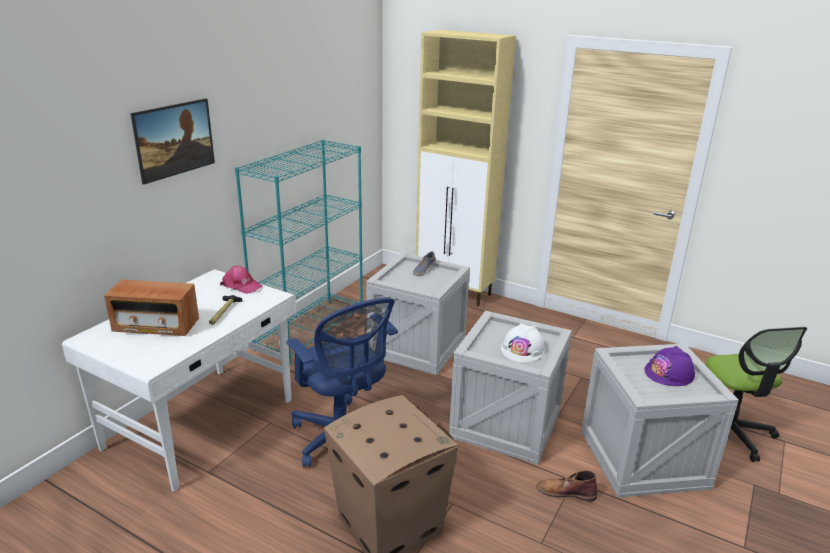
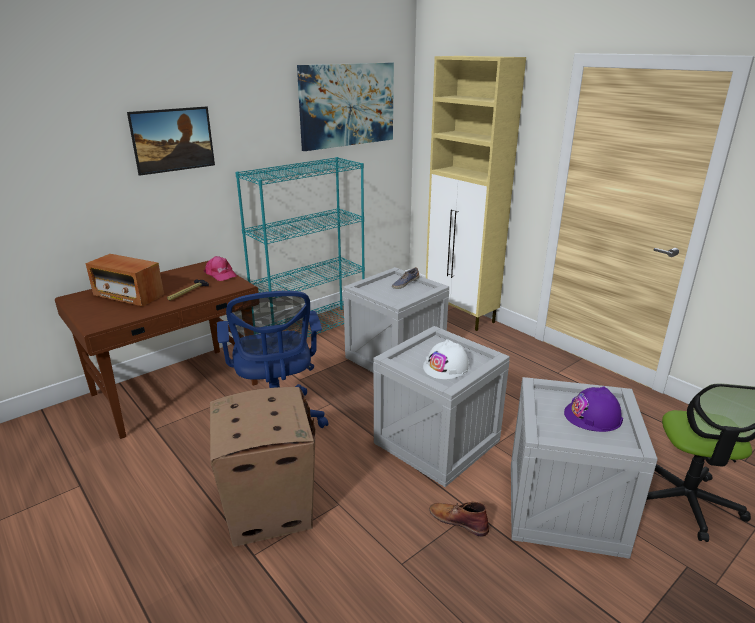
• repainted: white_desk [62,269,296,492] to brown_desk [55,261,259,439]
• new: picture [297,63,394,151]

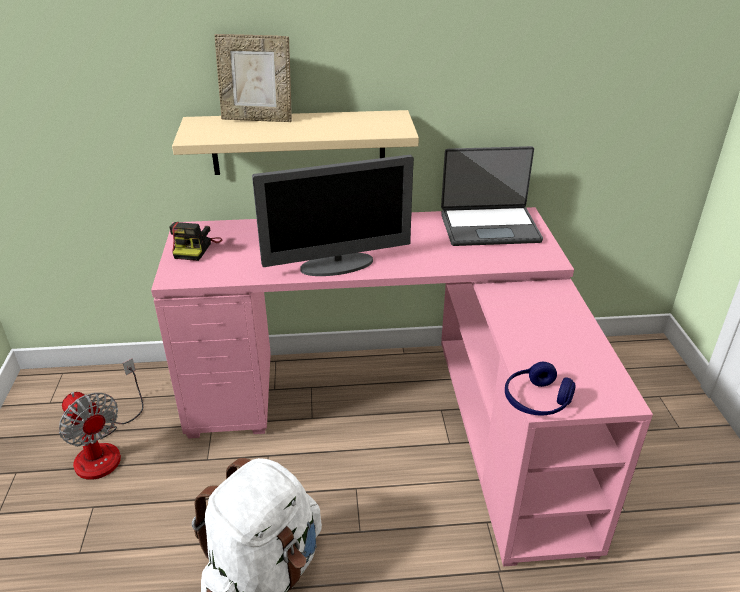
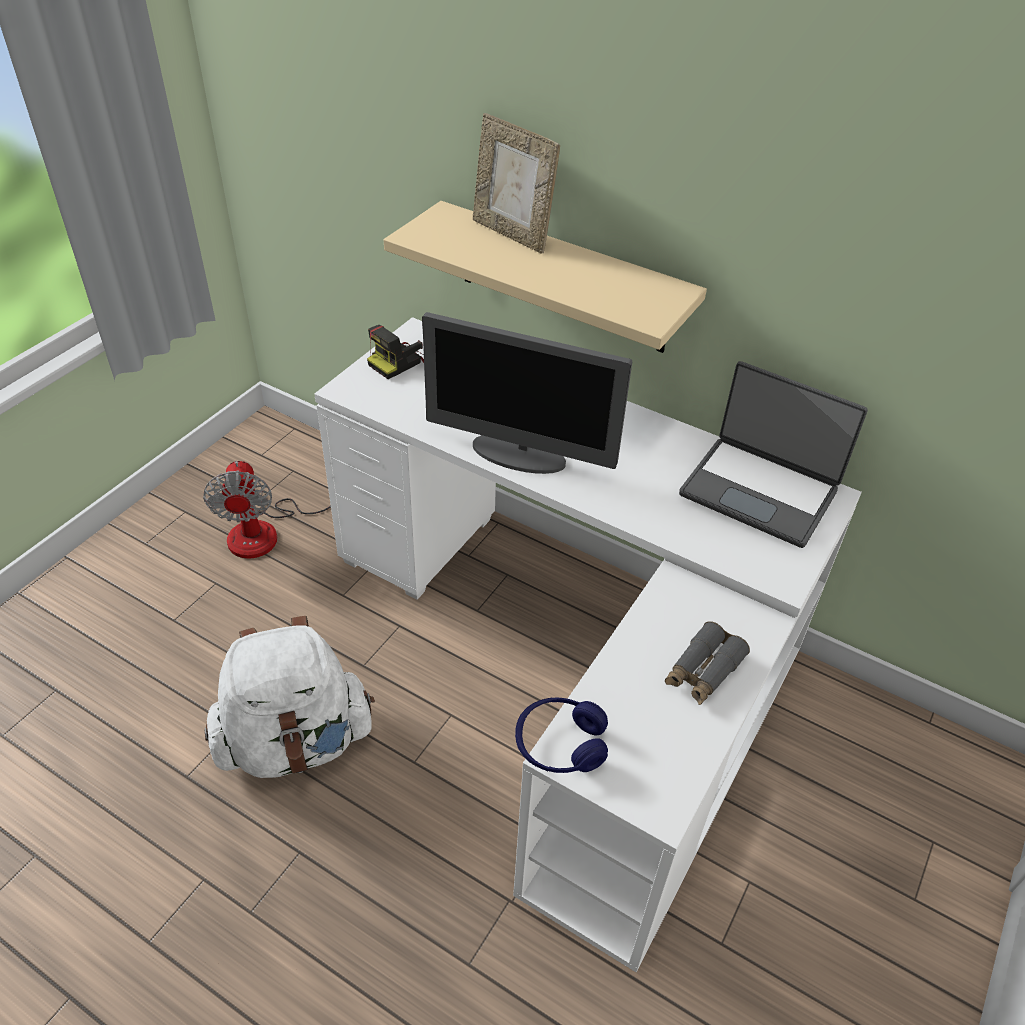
• repainted: pink_desk [151,207,653,567] to white_desk [314,317,862,972]
• new: grey_binoculars [665,621,750,705]

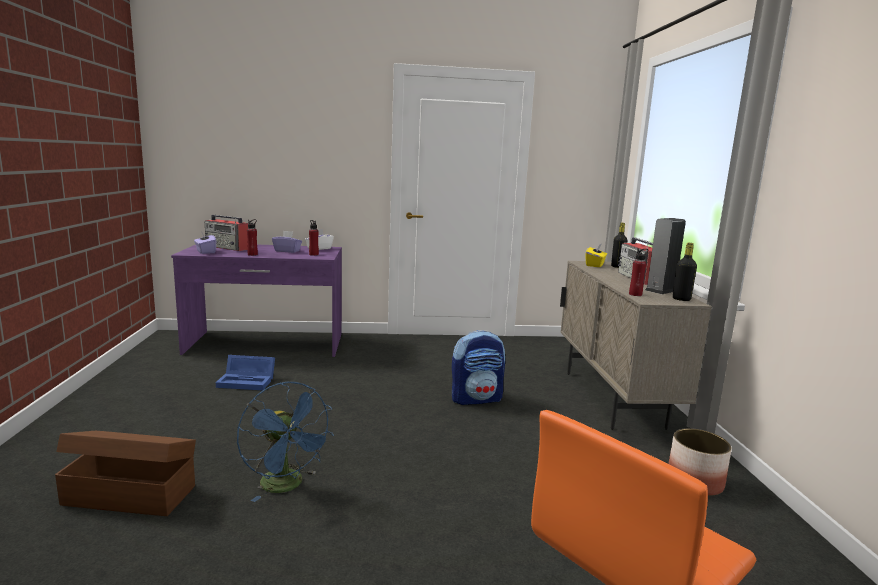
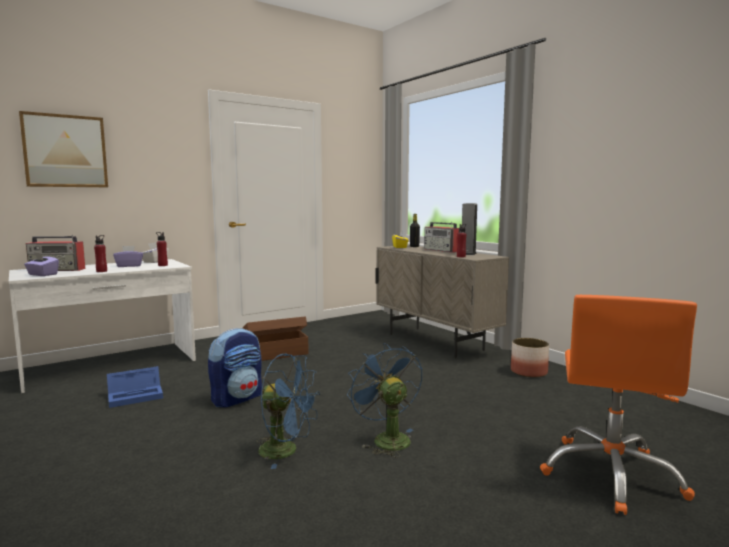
• repainted: purple_desk [171,244,342,357] to white_desk [9,259,196,393]
• new: picture [19,111,108,187]
• shifted: backpack [452,330,505,405] to [208,328,262,408]
• shifted: brown_storage_box [55,431,196,516] to [243,317,308,361]
• new: blue_fan [347,343,422,458]
• gone: black_bottle [673,243,697,301]

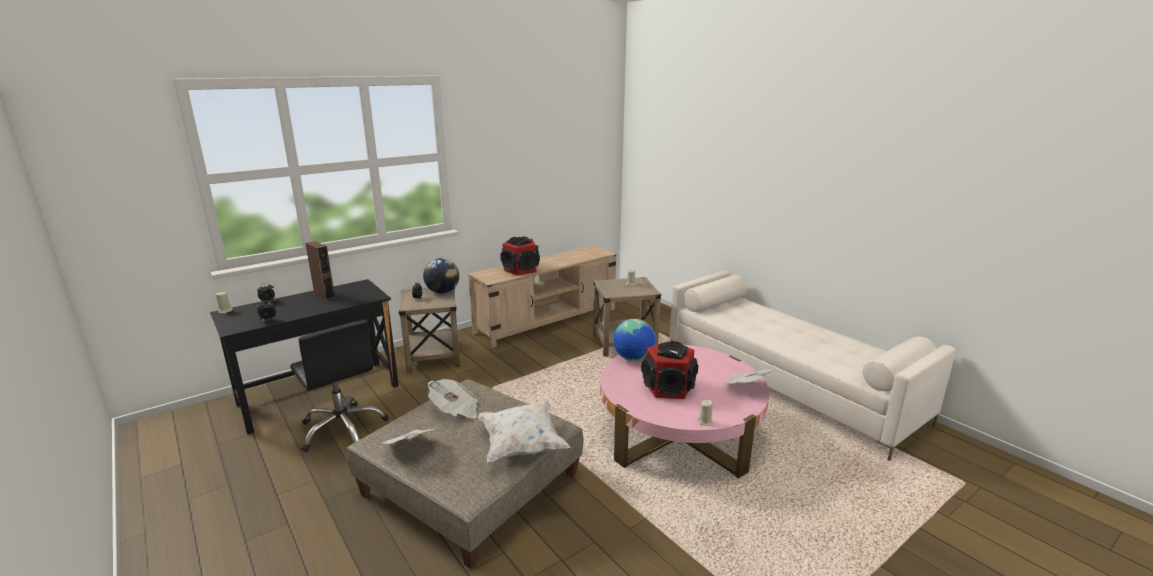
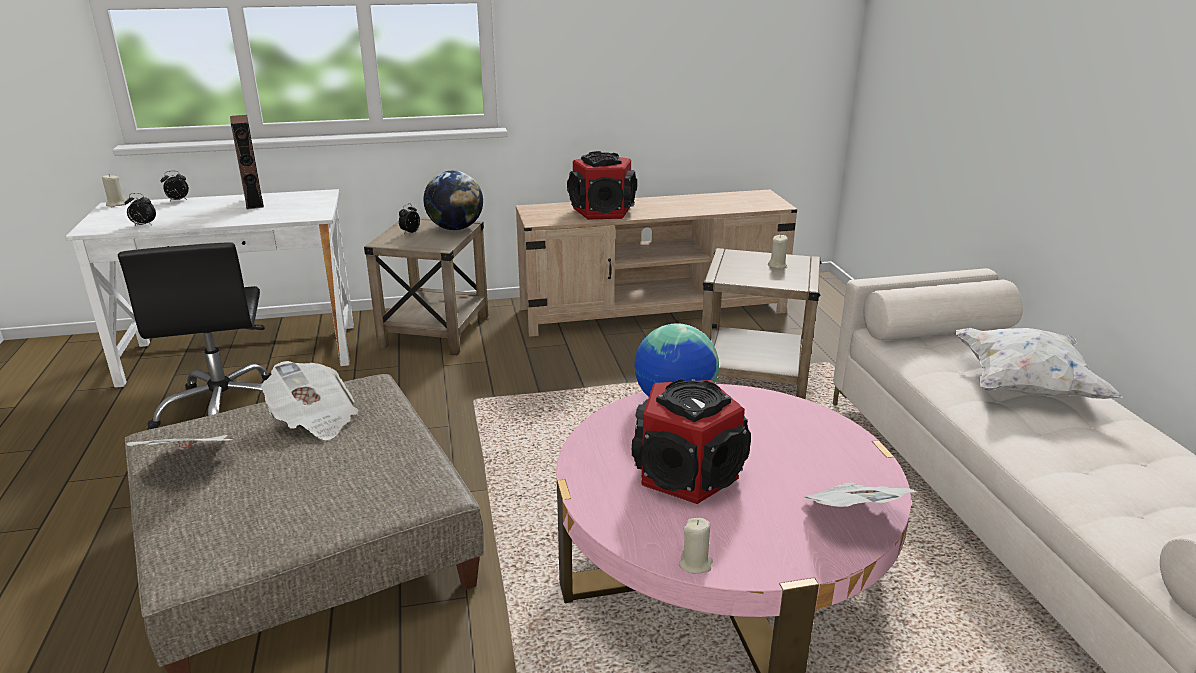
• repainted: black_desk [210,279,399,434] to white_desk [65,189,354,388]
• shifted: white_pillow [478,403,571,463] to [955,328,1122,399]

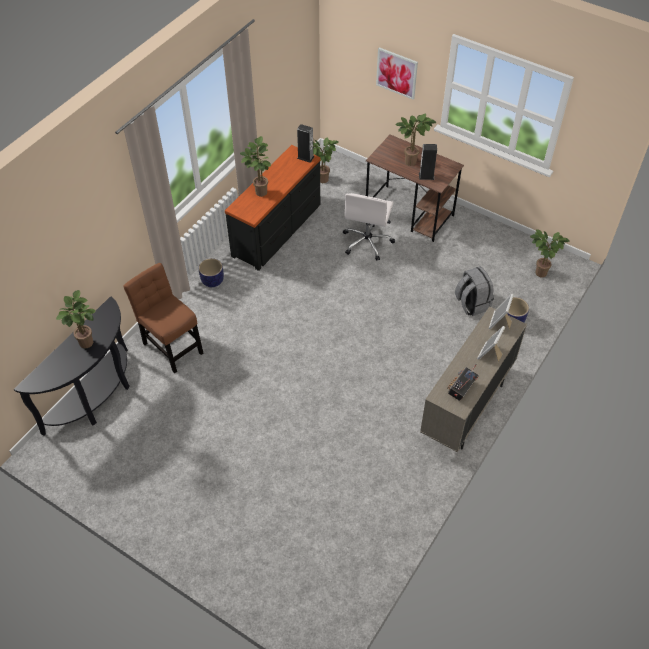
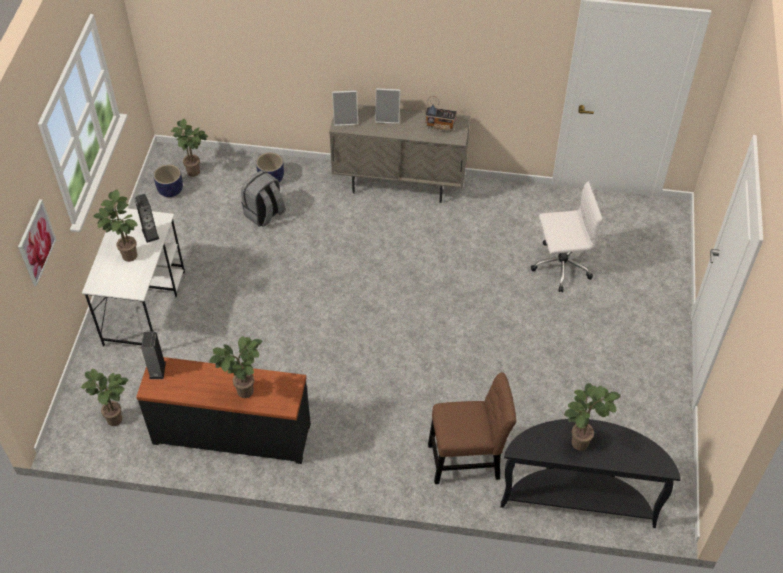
• repainted: brown_desk [366,135,464,242] to white_desk [82,207,185,347]
• shifted: planter [199,258,224,287] to [153,164,183,197]
• rotated: brown_chair [123,263,203,374] = [428,372,516,484] 120 degrees counterclockwise
• shifted: white_office_chair [343,193,395,261] to [531,181,602,292]

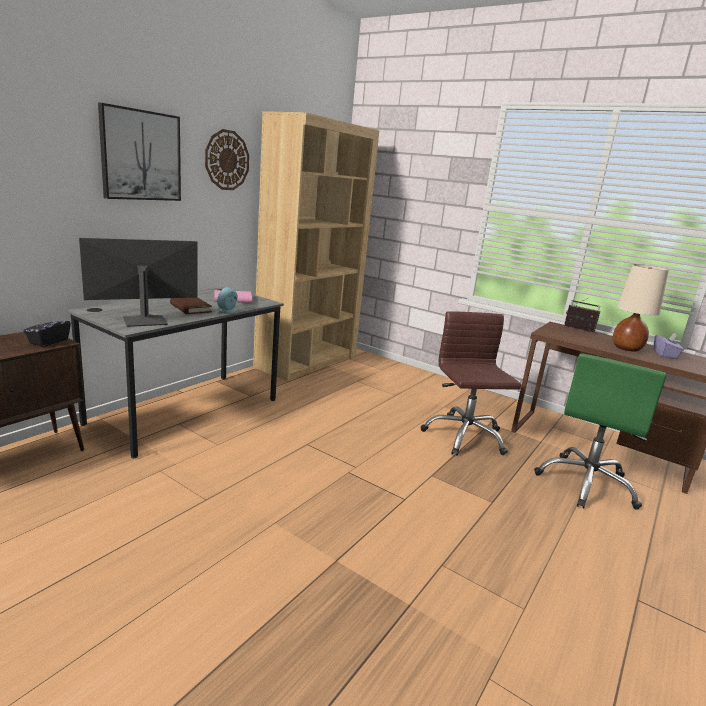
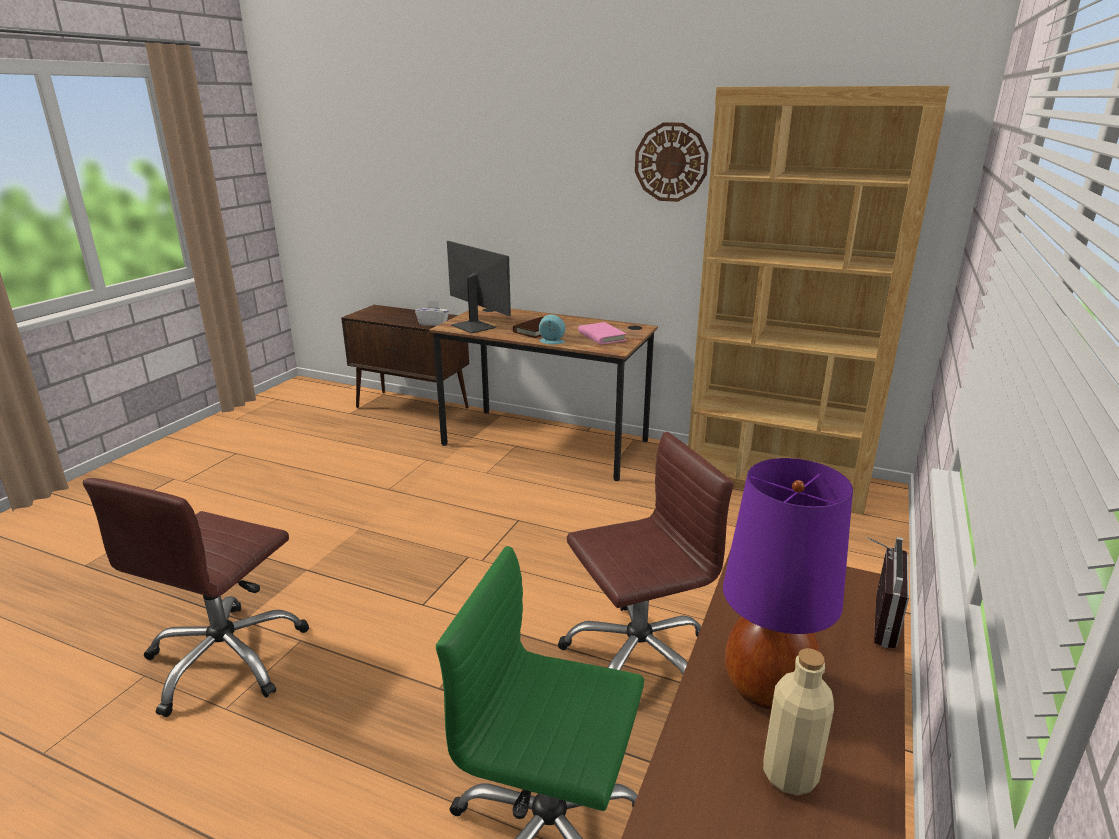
• new: brown_office_chair [83,478,309,717]
• repainted: black_tissue_box [23,312,71,347] to white_tissue_box [415,300,449,326]
• repainted: grey_desk [66,287,284,458] to brown_desk [429,305,658,481]
• repainted: beige_table_lamp [613,264,669,352] to purple_table_lamp [723,458,853,710]
• swapped: purple_tissue_box [654,333,684,359] to beige_bottle [763,648,834,795]
• gone: picture [98,103,181,201]

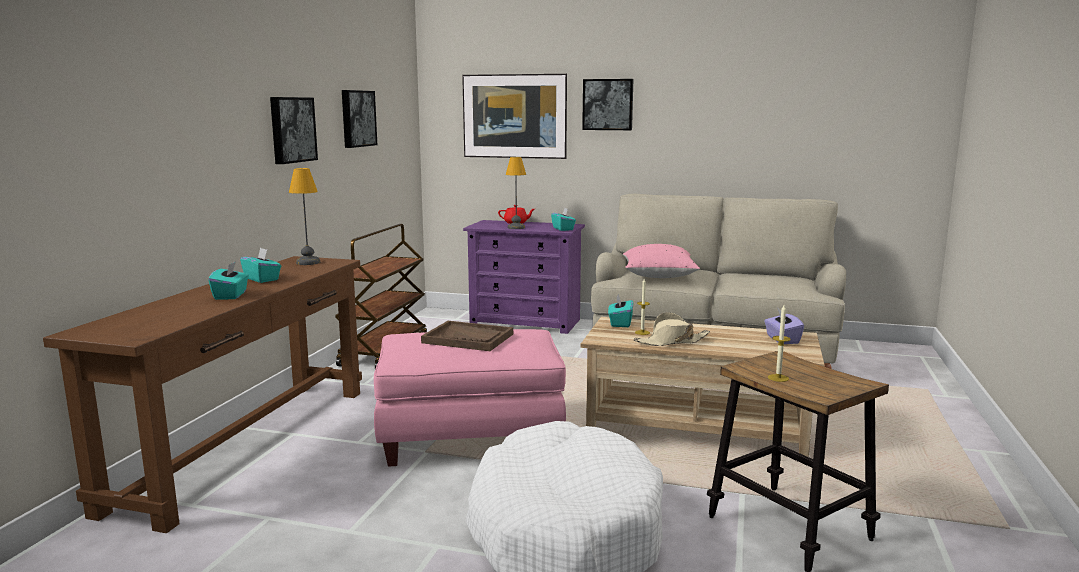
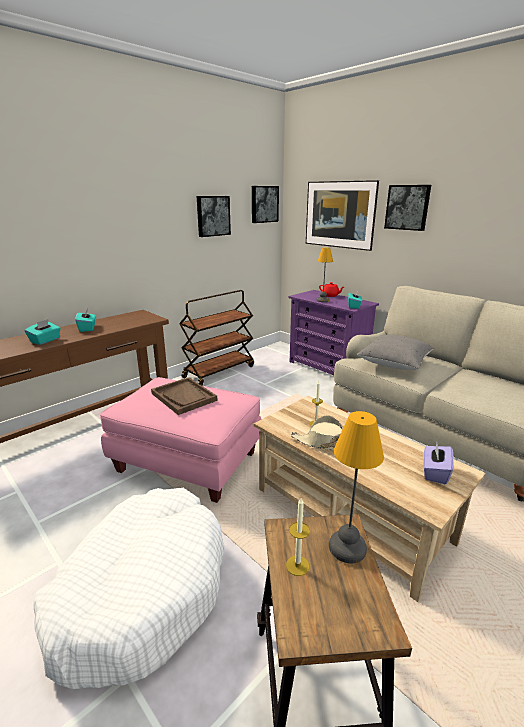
• shifted: picture [270,97,318,164] to [252,186,279,223]
• shifted: table_lamp [289,168,320,265] to [329,411,384,563]
• repainted: pink_pillow [623,244,700,278] to grey_pillow [357,335,434,370]
• gone: turquoise_tissue_box [608,294,633,327]

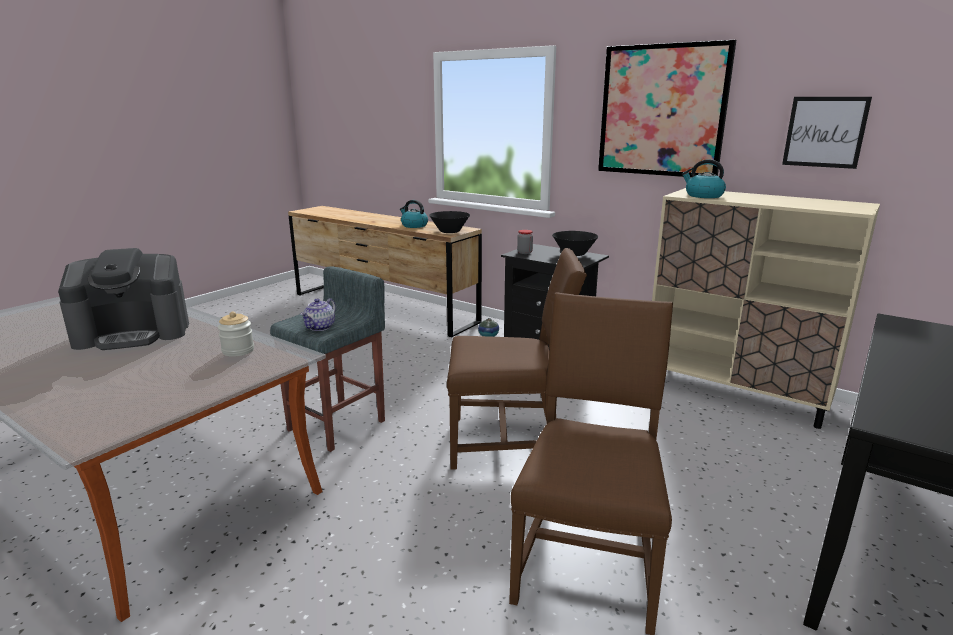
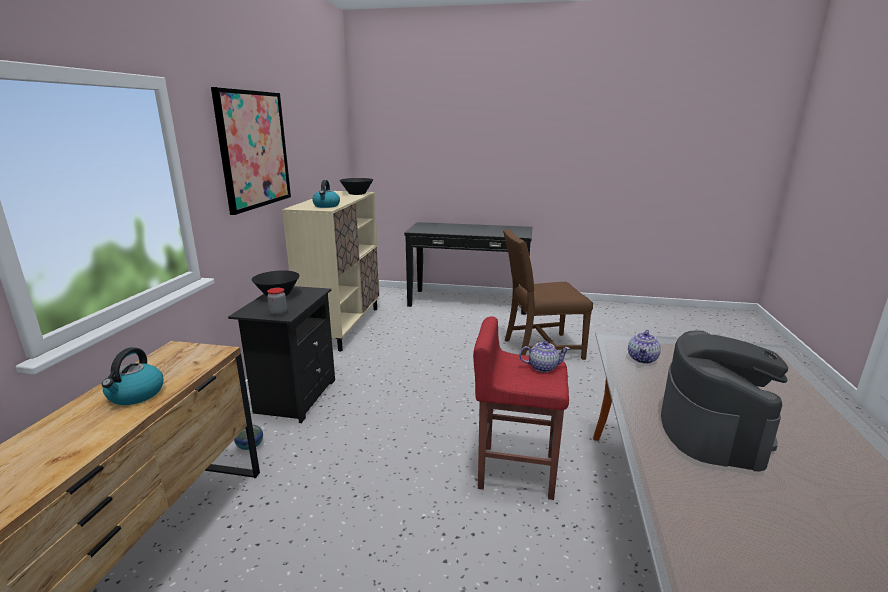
• shifted: black_bowl [429,211,470,233] to [339,178,373,195]
• repainted: grey_stool [270,266,385,452] to red_stool [473,316,569,500]
• swapped: jar [218,311,254,357] to teapot [628,330,661,364]
• rotated: coffee_machine [58,248,189,350] = [661,330,788,471] 60 degrees clockwise
• gone: brown_chair [447,248,587,470]
• gone: picture [782,97,872,169]

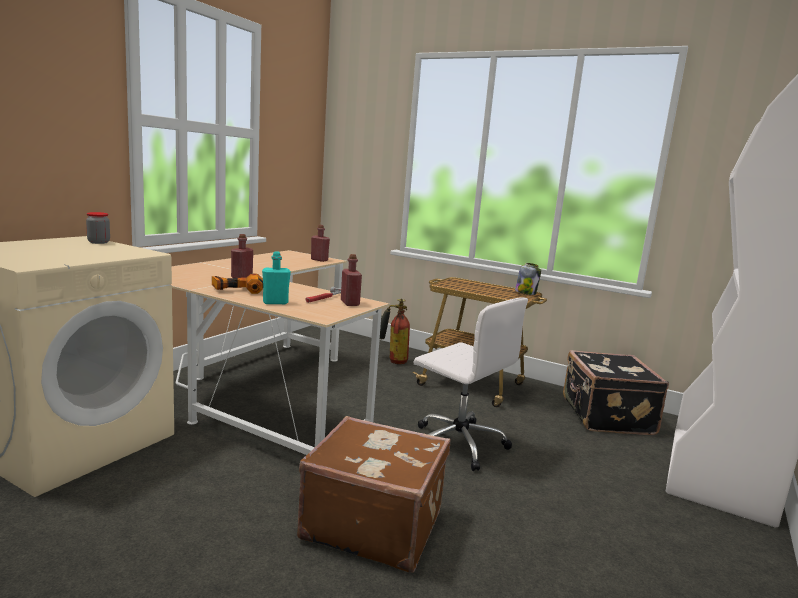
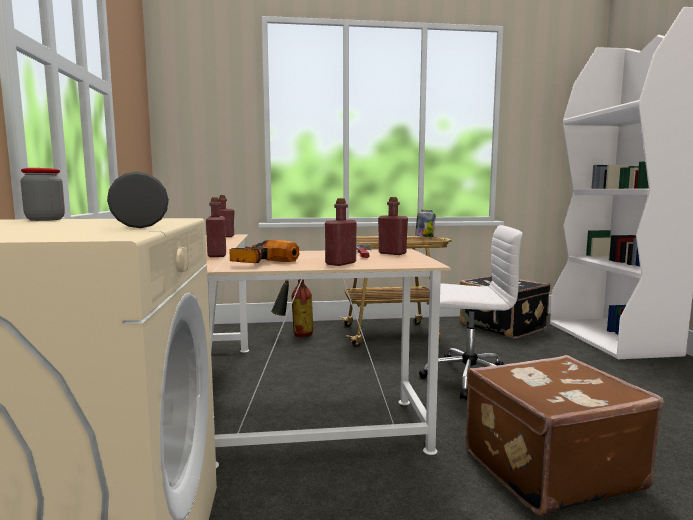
• new: grey_dumbbell [107,172,169,228]
• repainted: turquoise_bottle [262,251,291,304] to red_bottle [325,198,357,266]

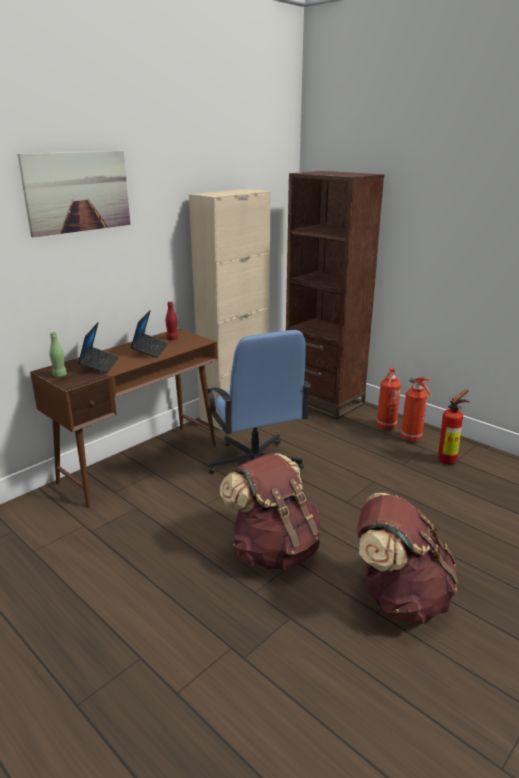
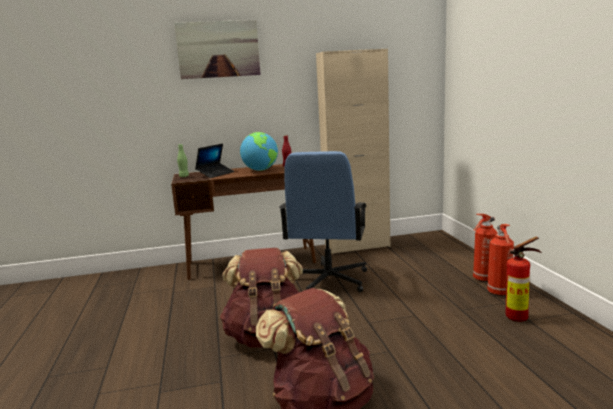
• swapped: laptop [130,310,168,358] to globe [240,132,278,171]
• gone: brown_bookcase [286,171,384,420]

